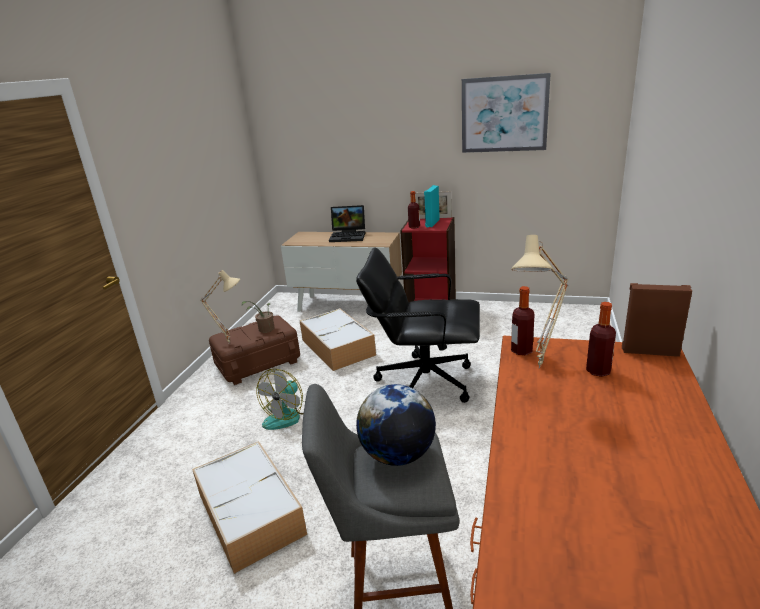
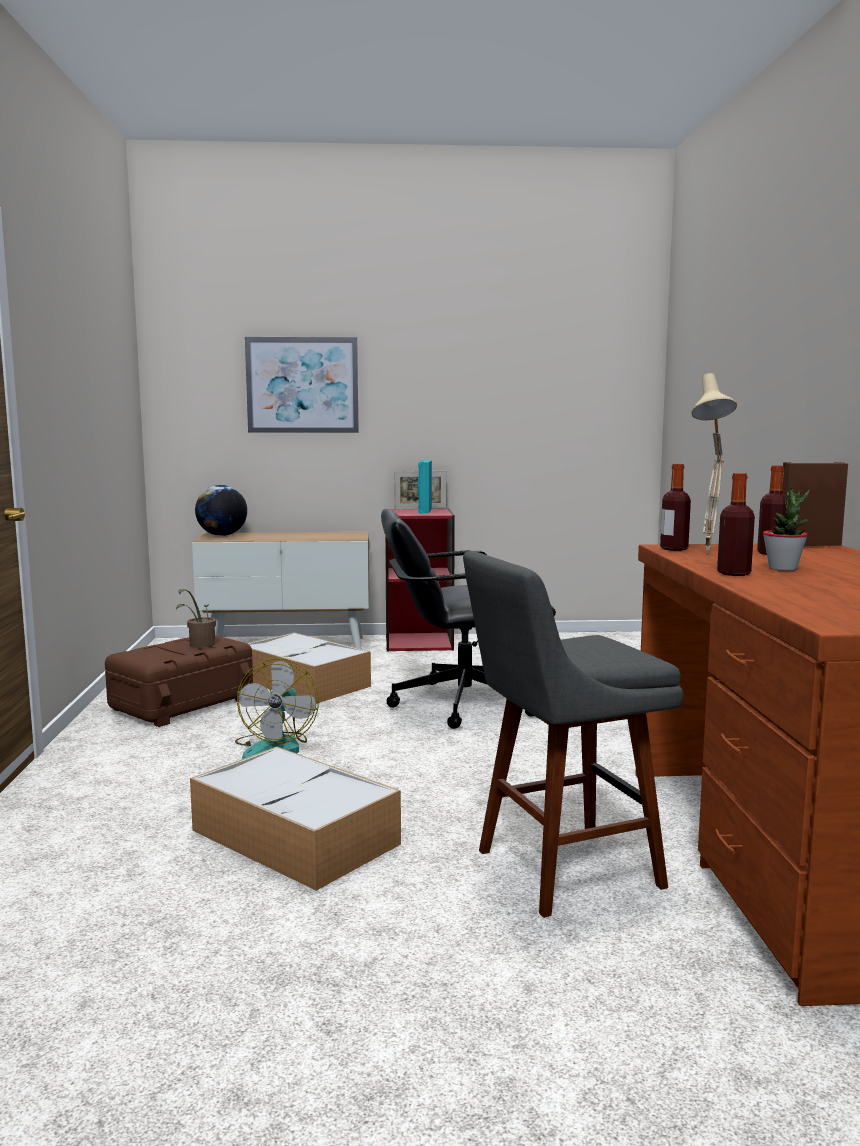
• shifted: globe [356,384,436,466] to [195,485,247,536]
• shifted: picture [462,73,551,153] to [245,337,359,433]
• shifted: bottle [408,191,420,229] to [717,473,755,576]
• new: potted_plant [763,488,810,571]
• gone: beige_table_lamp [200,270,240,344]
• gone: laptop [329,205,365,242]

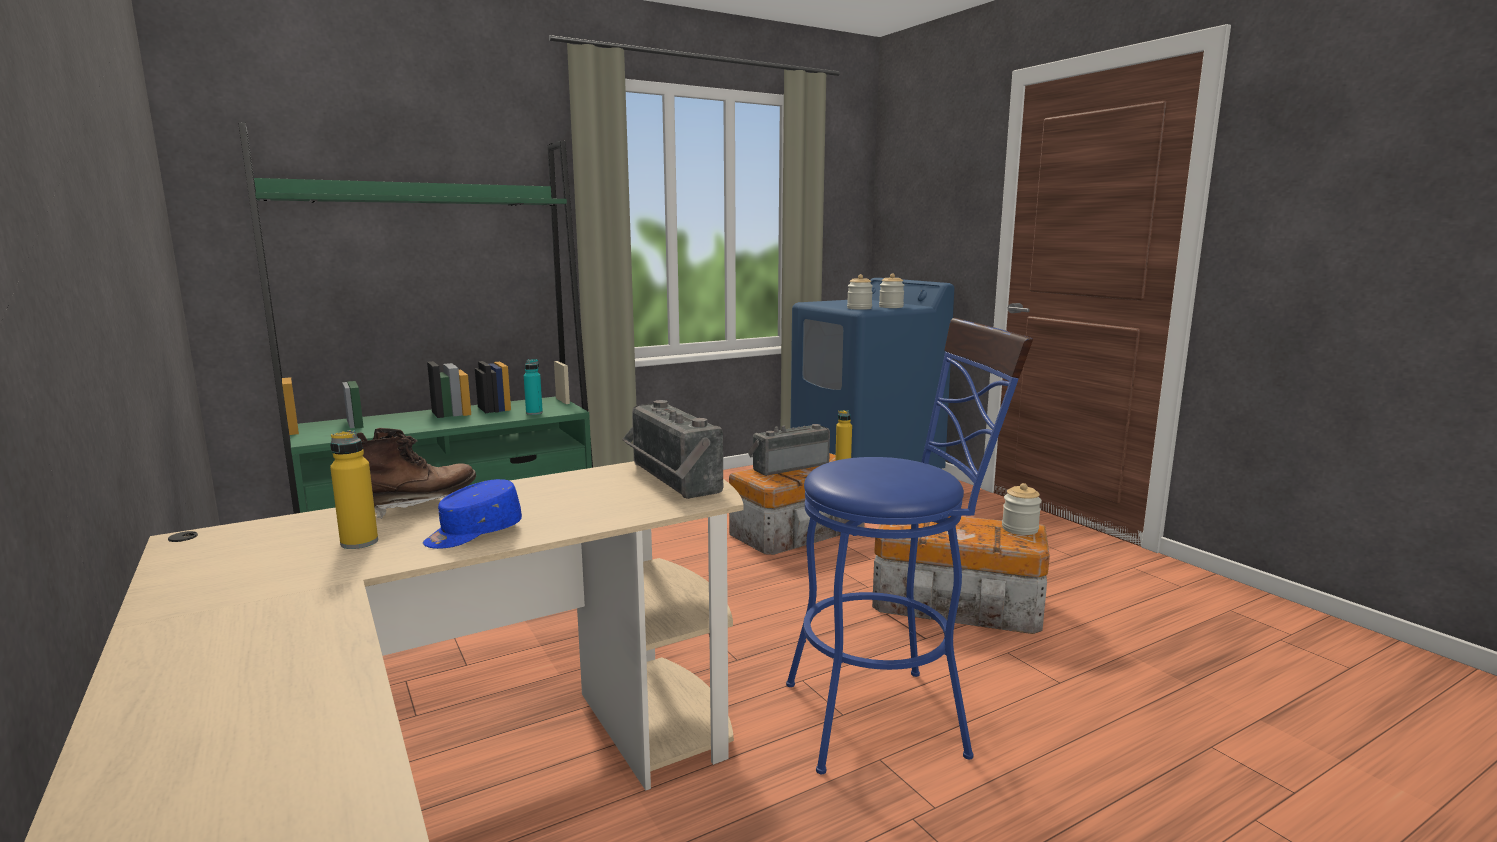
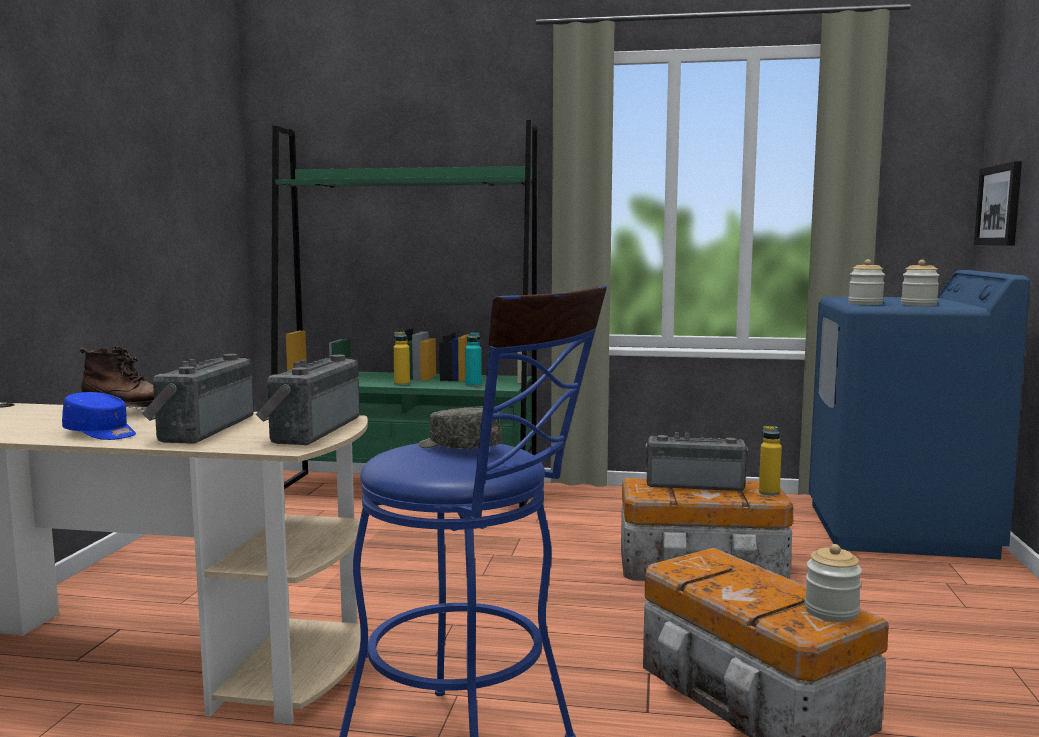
• rotated: blue_cap [423,479,522,549] = [62,392,136,440] 150 degrees counterclockwise
• new: radio [142,354,254,444]
• shifted: yellow_bottle [330,430,378,549] to [393,331,410,386]
• new: grey_cap [418,406,502,449]
• new: picture [974,161,1022,246]

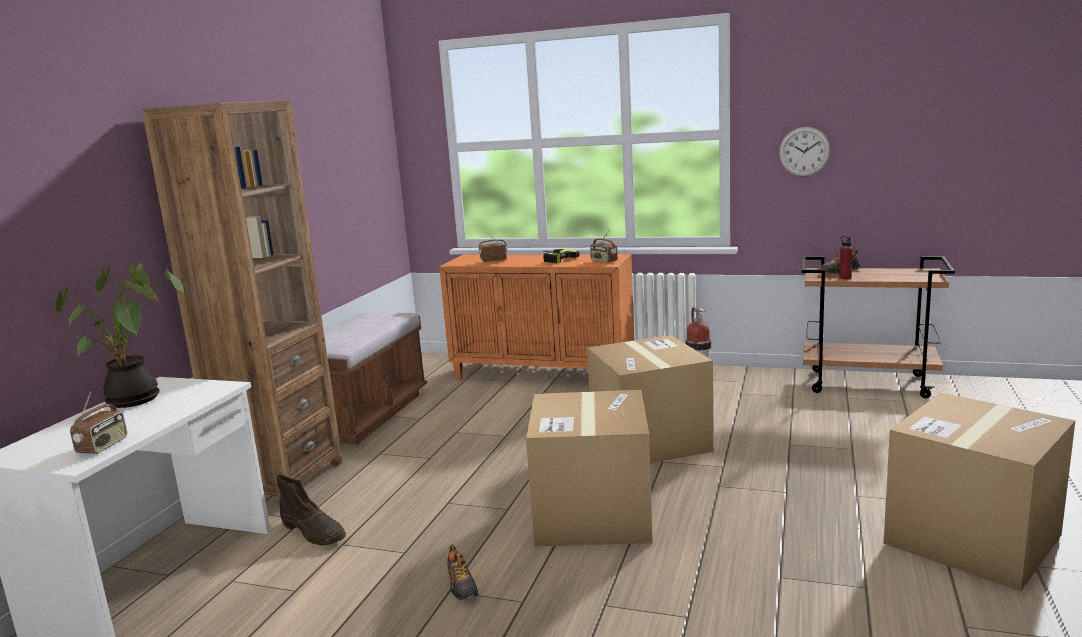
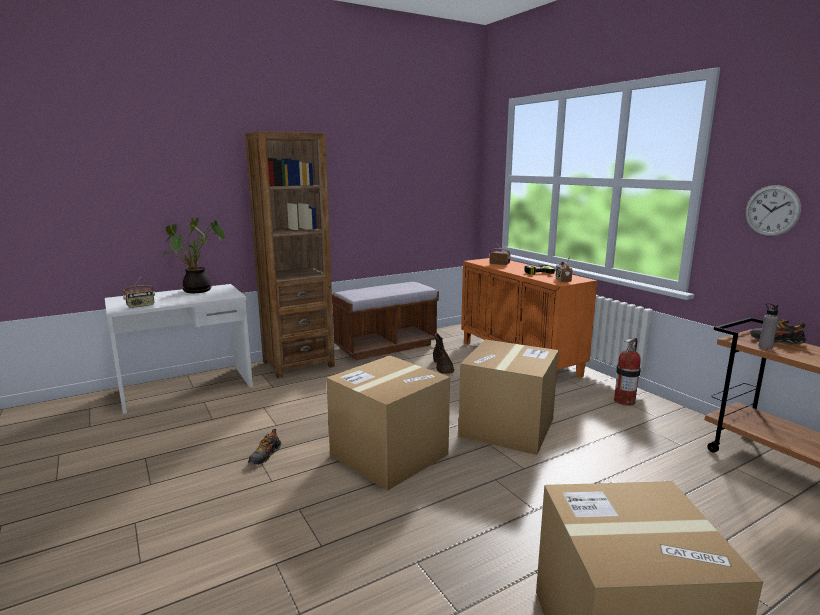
• shifted: brown_boot [276,474,346,545] to [433,333,454,374]
• repainted: red_bottle [839,236,853,279] to grey_bottle [759,303,779,350]

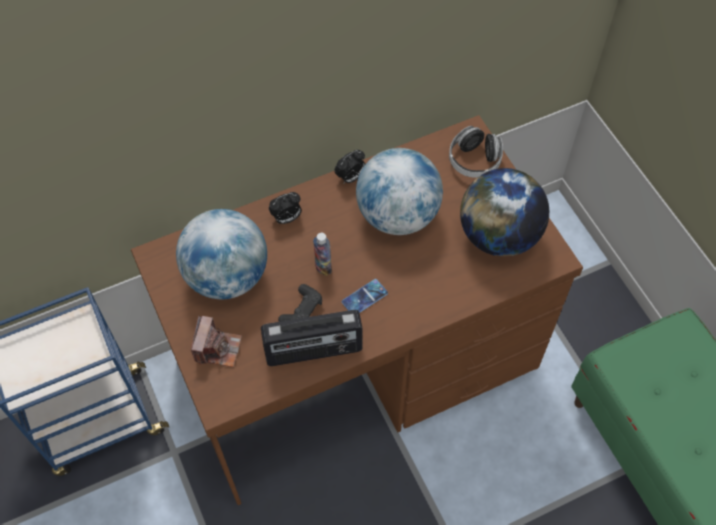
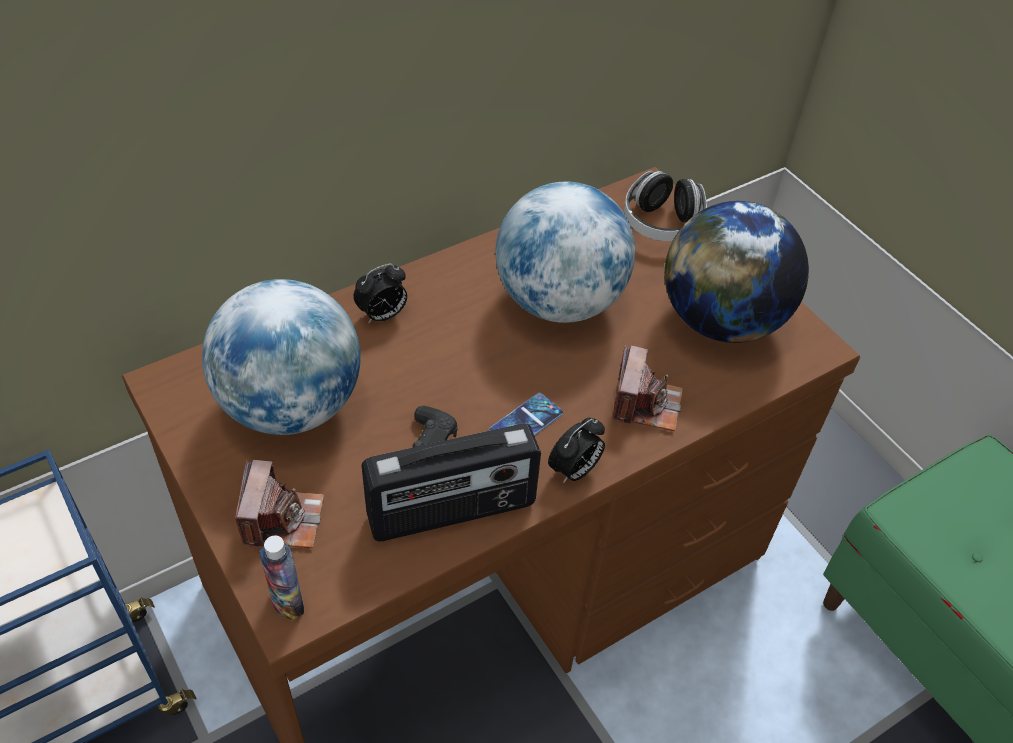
• shifted: bottle [313,233,332,276] to [259,536,304,621]
• shifted: alarm_clock [335,150,365,183] to [548,418,605,483]
• new: photo_camera [613,345,683,431]

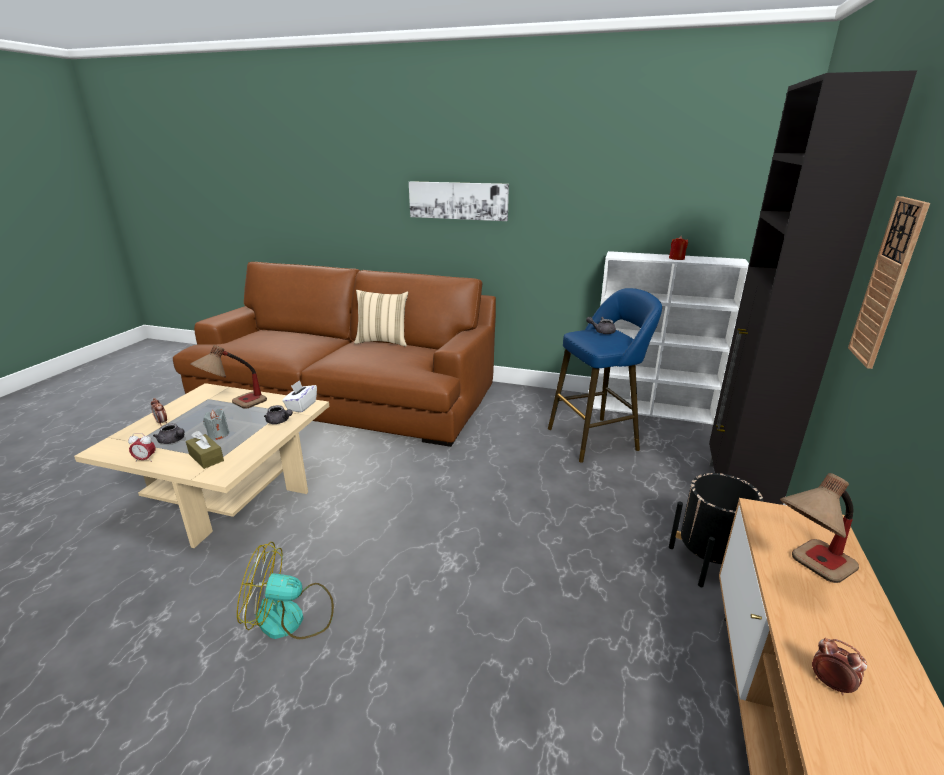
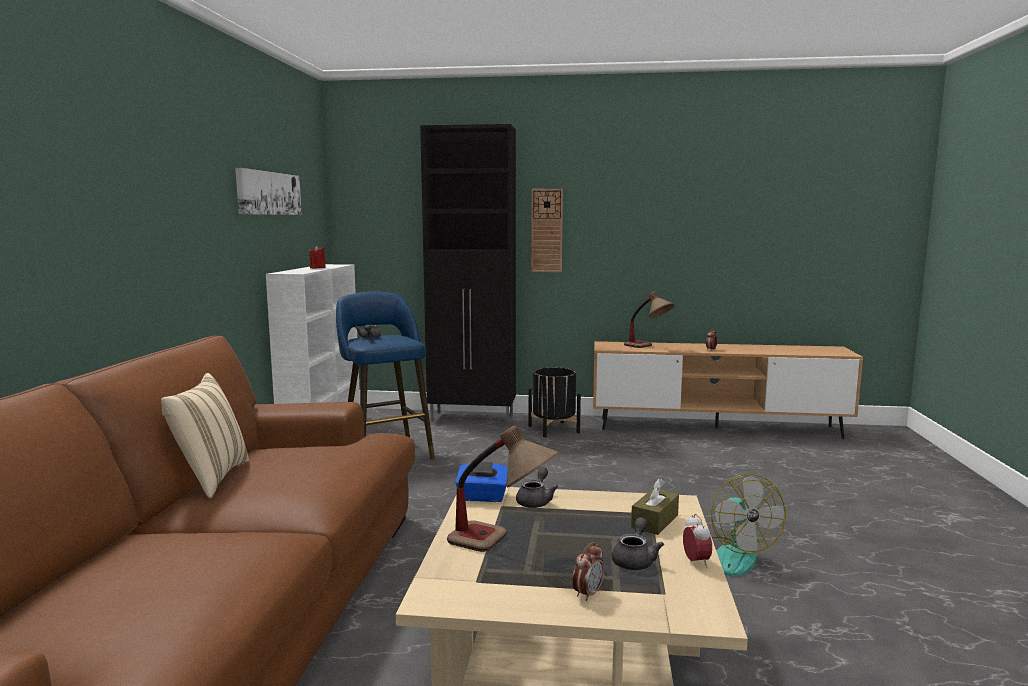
• shifted: picture [409,181,509,221] to [235,168,302,215]
• repainted: white_tissue_box [282,380,317,413] to blue_tissue_box [455,461,508,502]
• gone: grey_candle [203,409,229,440]

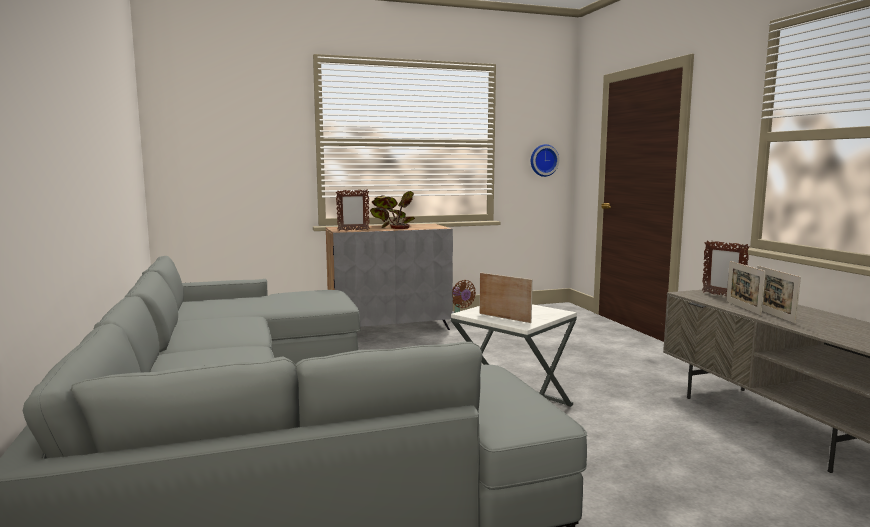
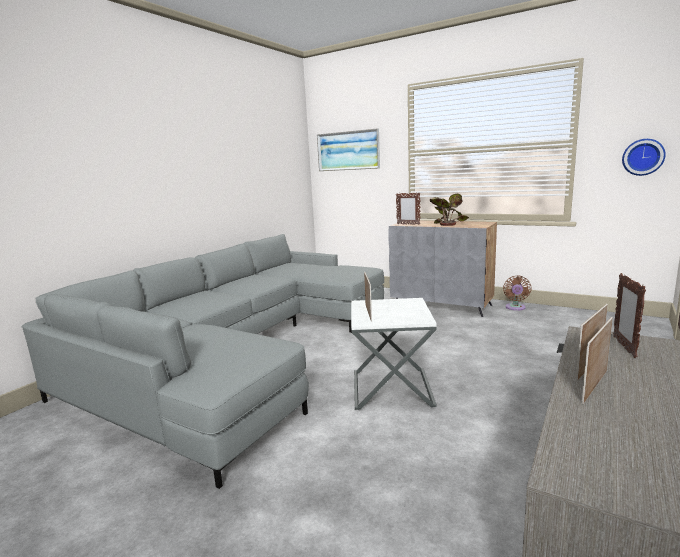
• new: picture [317,128,380,171]

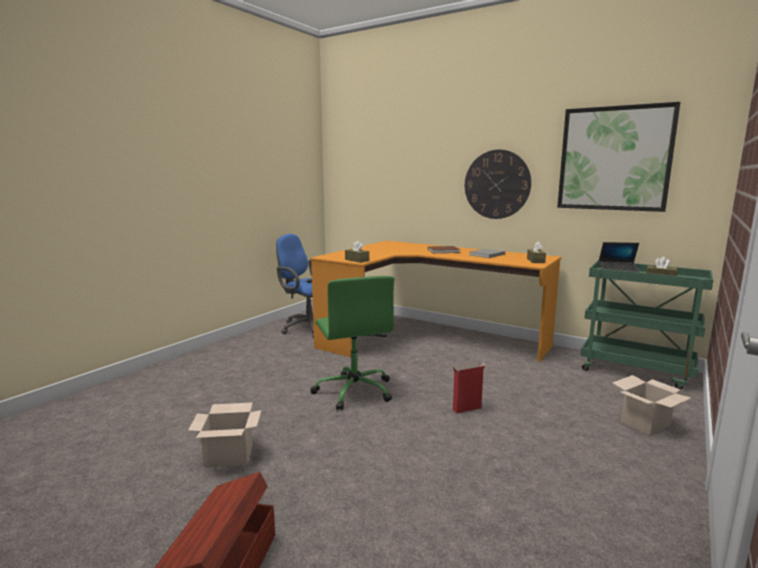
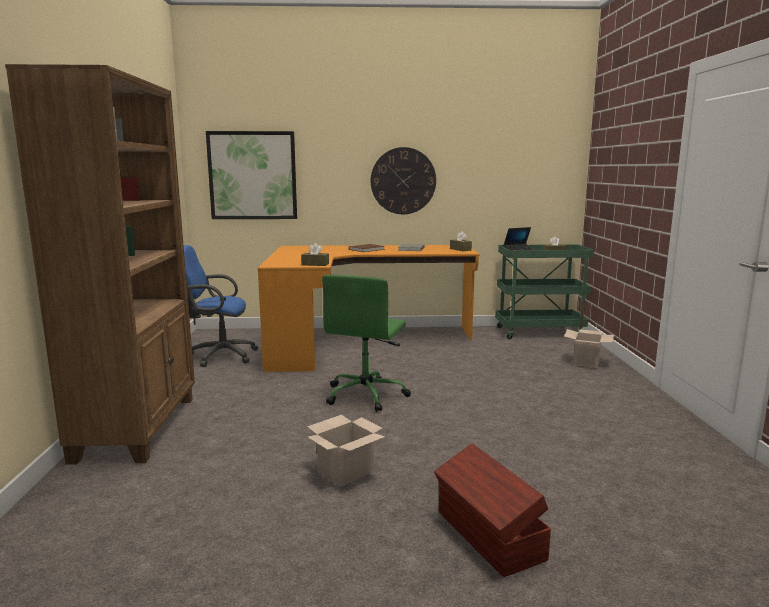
• new: brown_bookcase [5,64,195,465]
• shifted: picture [557,102,681,212] to [206,131,297,219]
• rotated: green_office_chair [310,276,394,410] = [322,275,411,412] 75 degrees clockwise
• gone: cardboard_box [453,361,487,414]

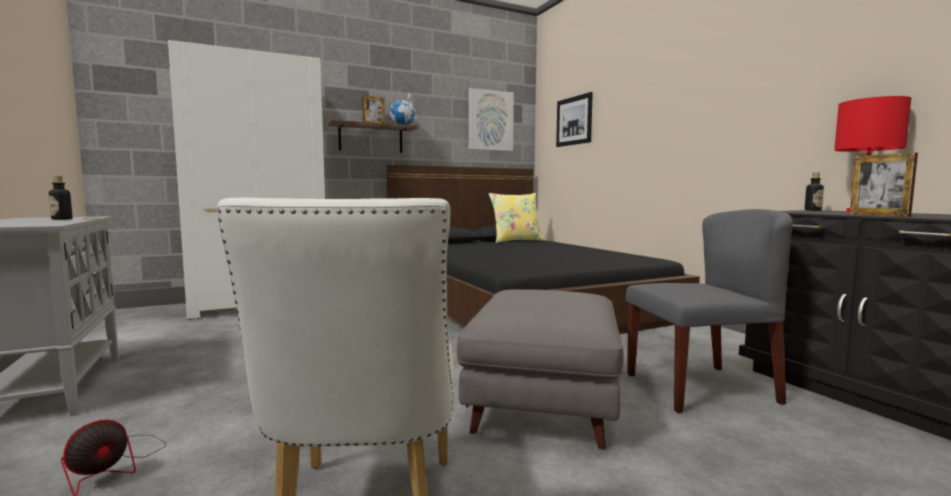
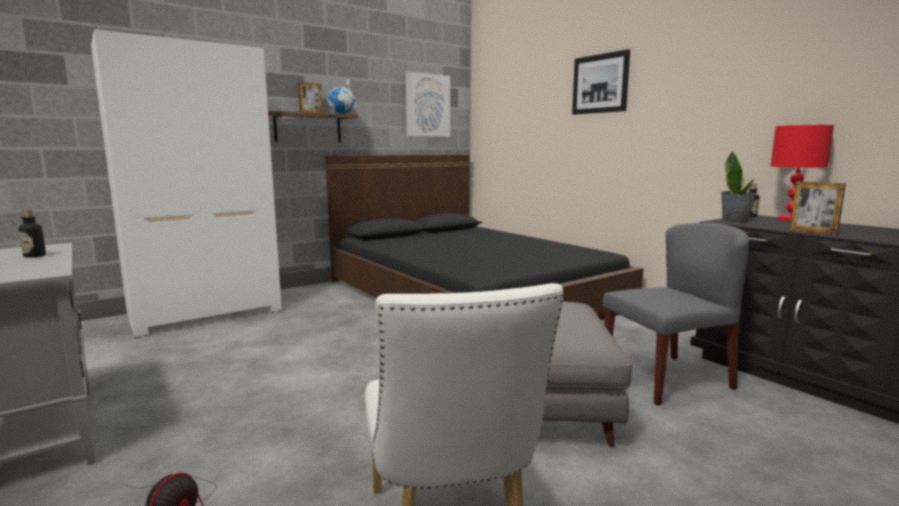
• shifted: picture [556,92,593,147] to [572,49,630,115]
• new: potted_plant [721,151,757,223]
• gone: yellow_pillow [489,193,544,243]

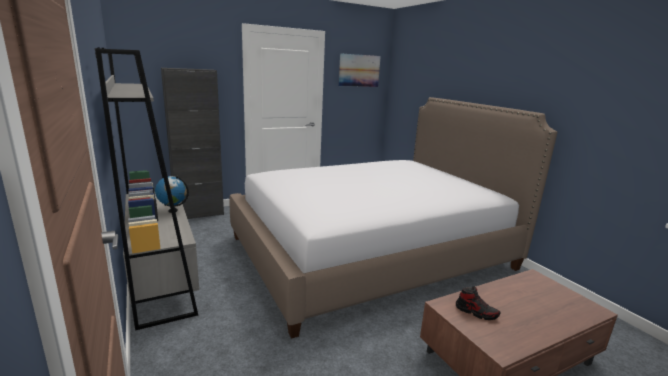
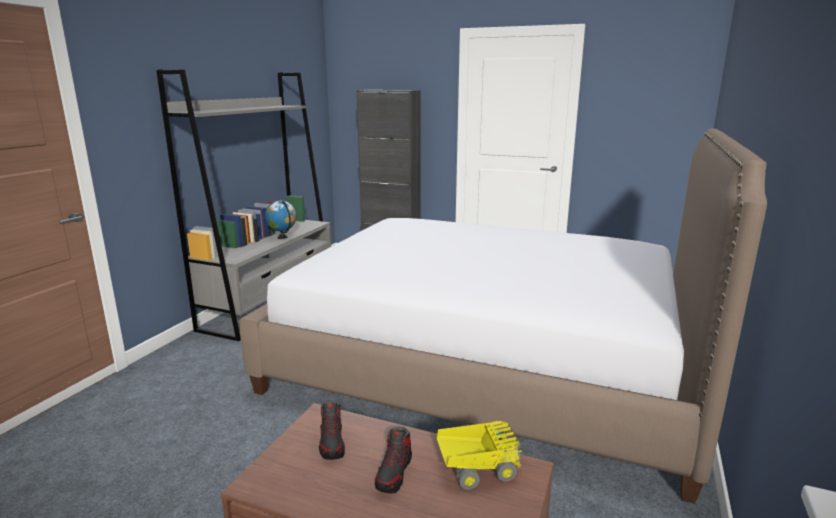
• new: shoe [375,427,412,494]
• new: toy_truck [436,421,521,490]
• gone: picture [339,53,381,87]

